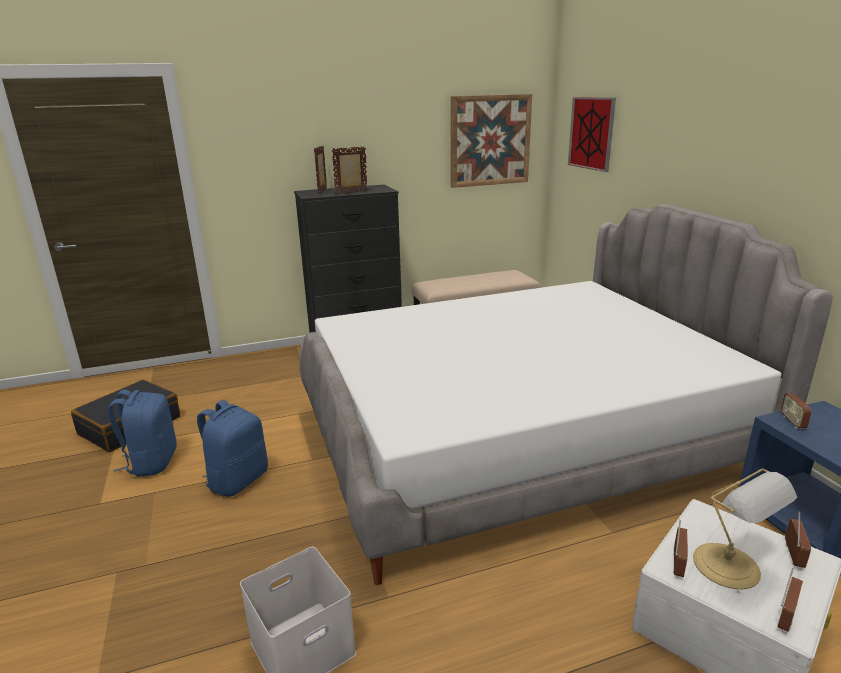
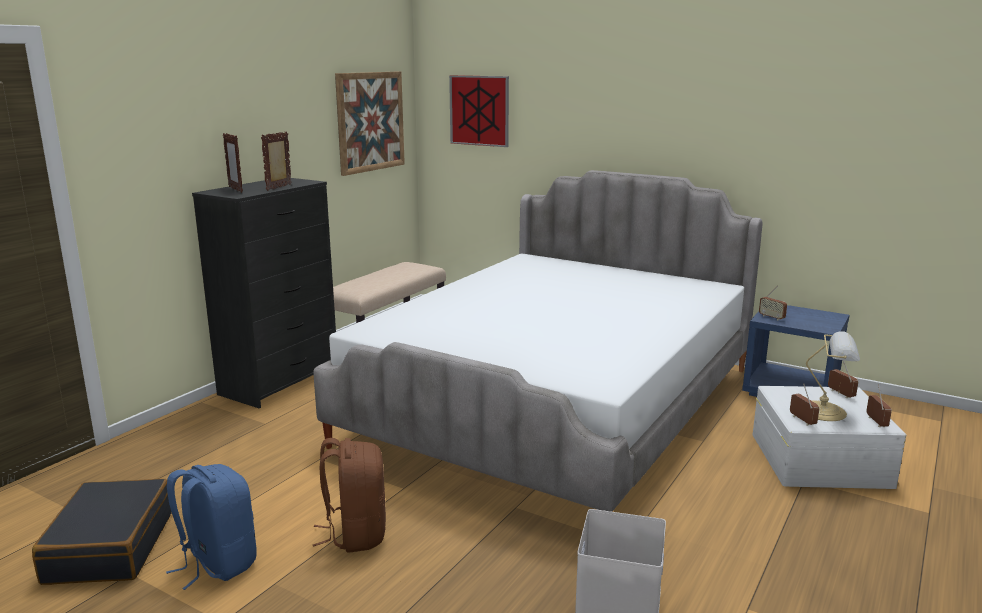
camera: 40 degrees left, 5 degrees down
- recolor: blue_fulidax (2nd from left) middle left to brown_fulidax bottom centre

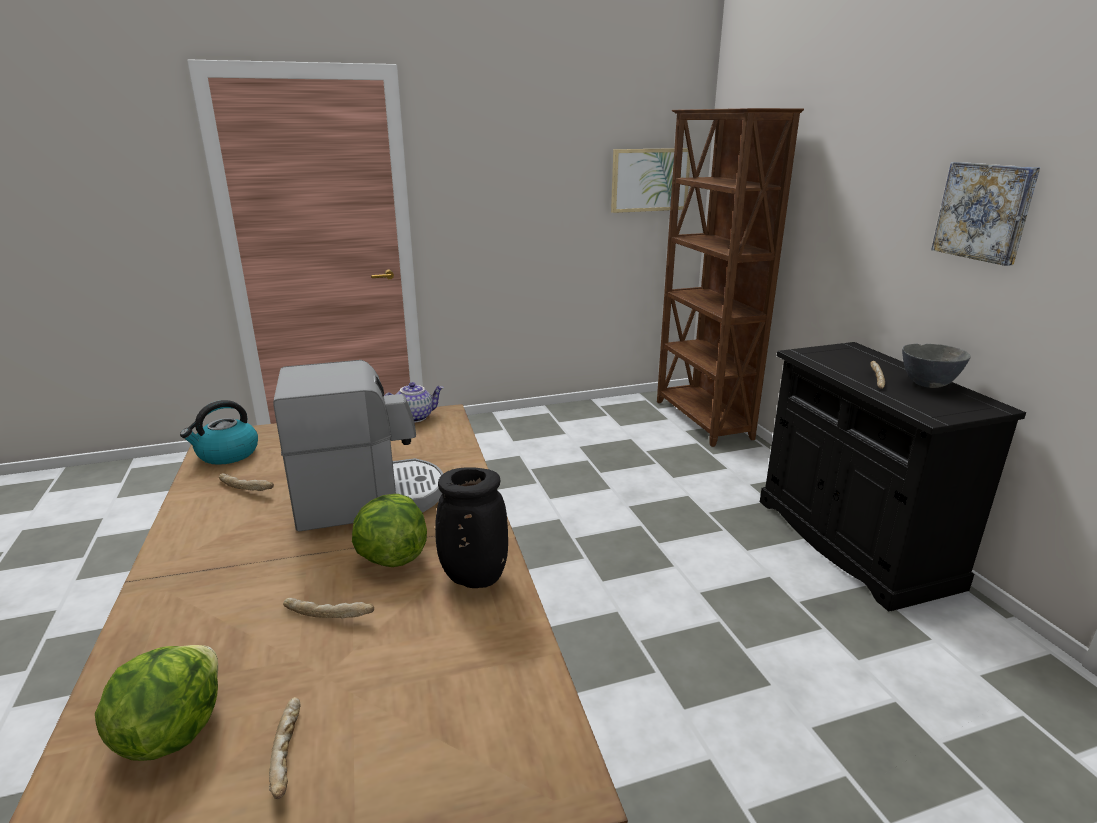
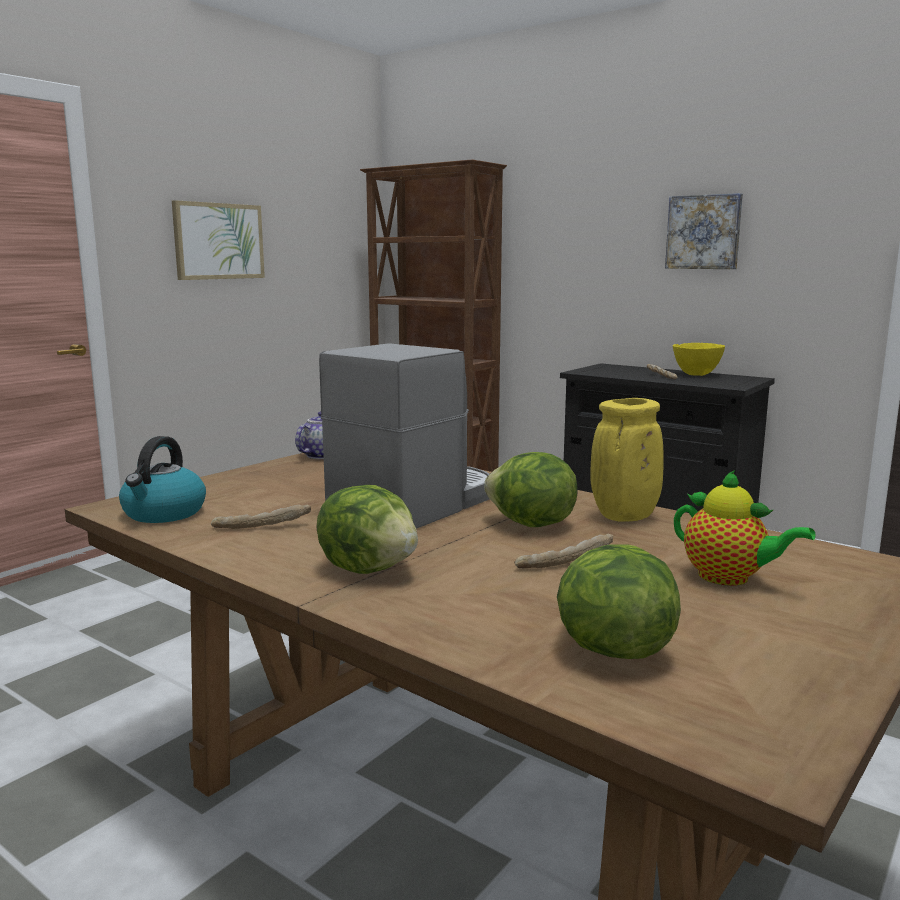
camera: 35 degrees left, 10 degrees down
- delete: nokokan (2nd from left) bottom left
- insert: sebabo (1st from left) centre
- insert: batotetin (2nd from left) middle right
- move: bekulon (1st from left) top centre to top left
- recolor: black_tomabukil centre to yellow_tomabukil middle right
- recolor: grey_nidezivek middle right to yellow_nidezivek middle right

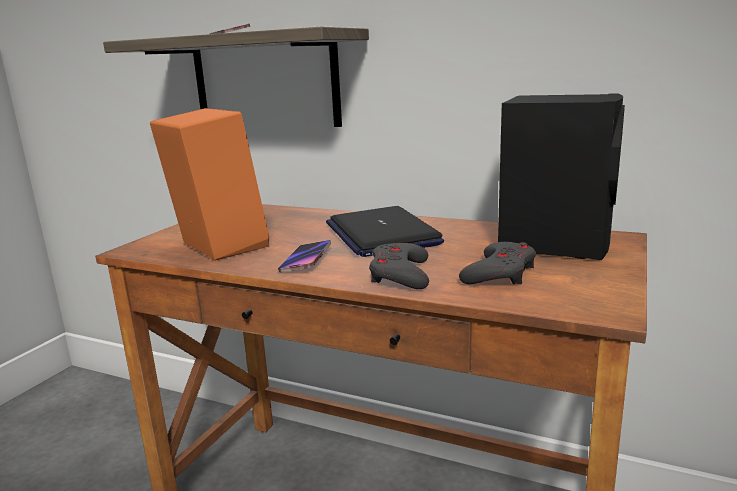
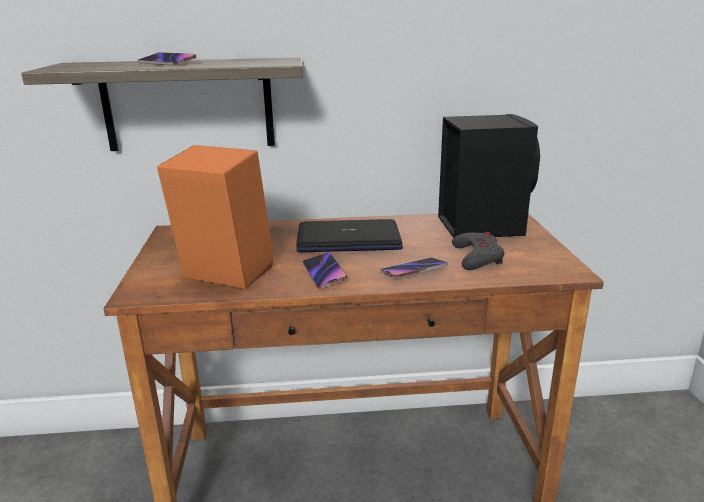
camera: 30 degrees left, 5 degrees up
- replace: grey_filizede (1st from left) centre to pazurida (3rd from left) centre
- rotate: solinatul centre = centre 135 degrees clockwise

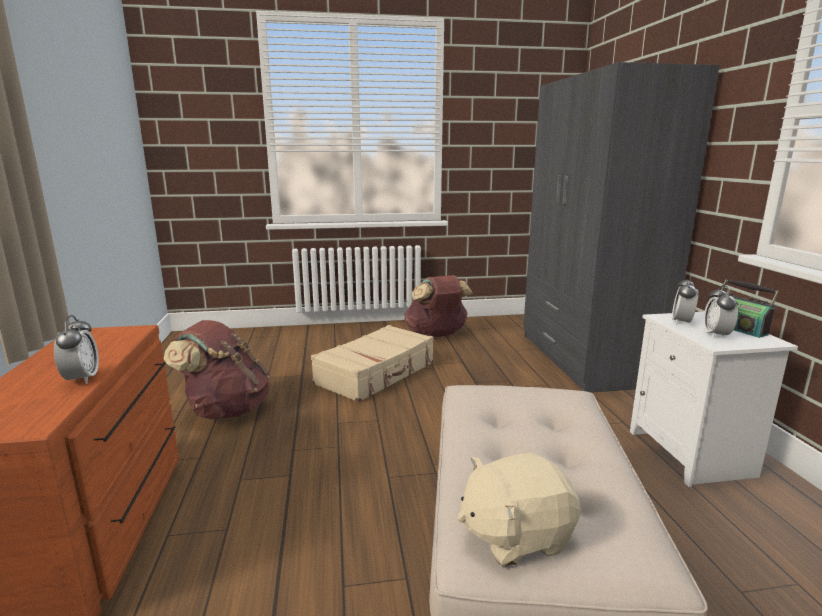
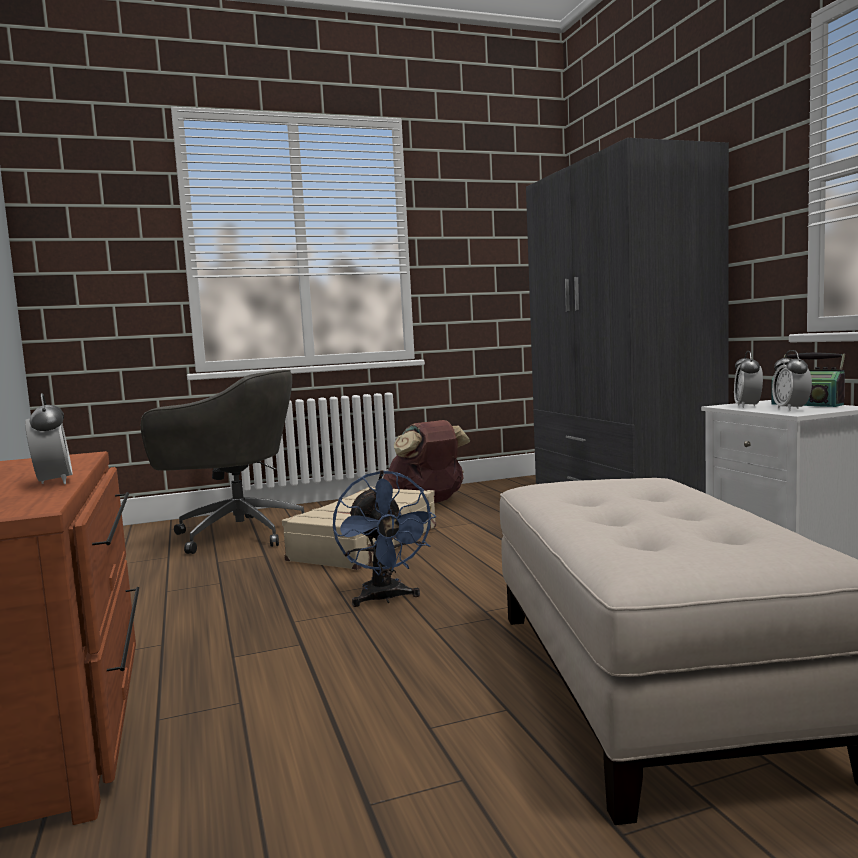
camera: 10 degrees left, 10 degrees down
- delete: brown_fulidax (1st from left) middle left
- delete: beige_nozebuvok bottom centre
- insert: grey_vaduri middle left
- insert: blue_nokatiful centre

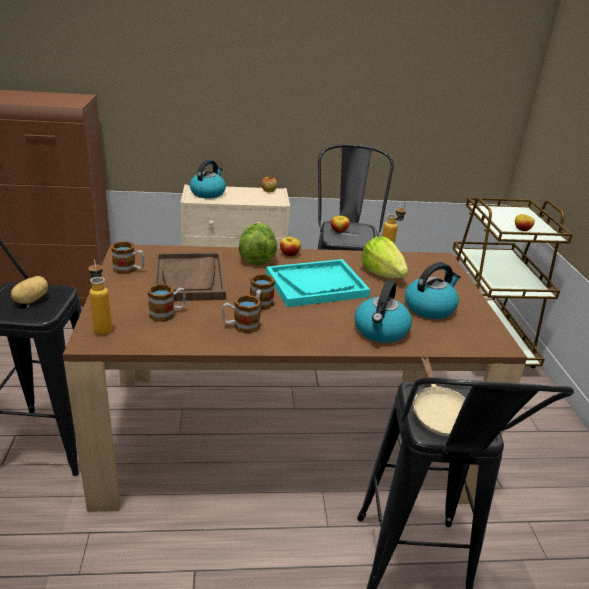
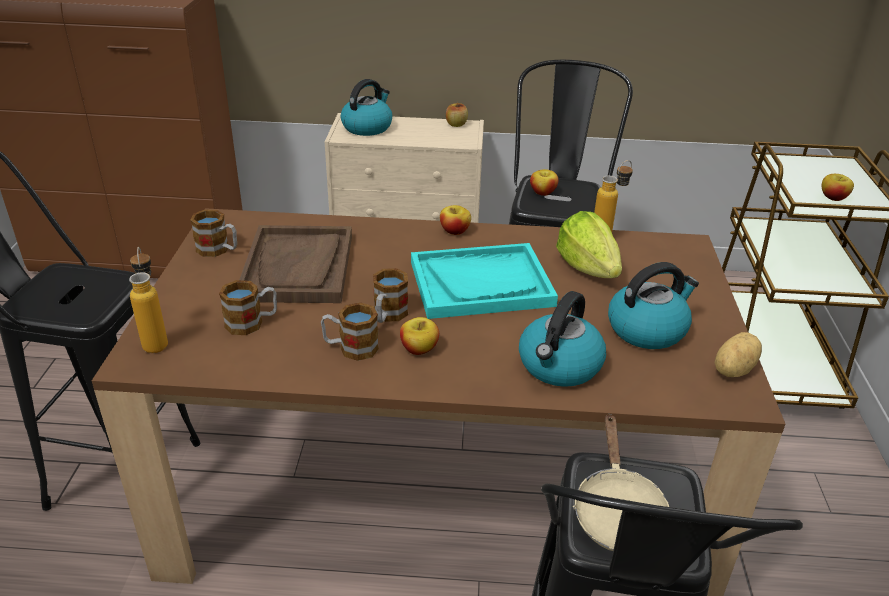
camera: 10 degrees right, 5 degrees up
- delete: sebabo (1st from left) centre
- insert: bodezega (1st from left) centre
- move: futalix middle left to middle right

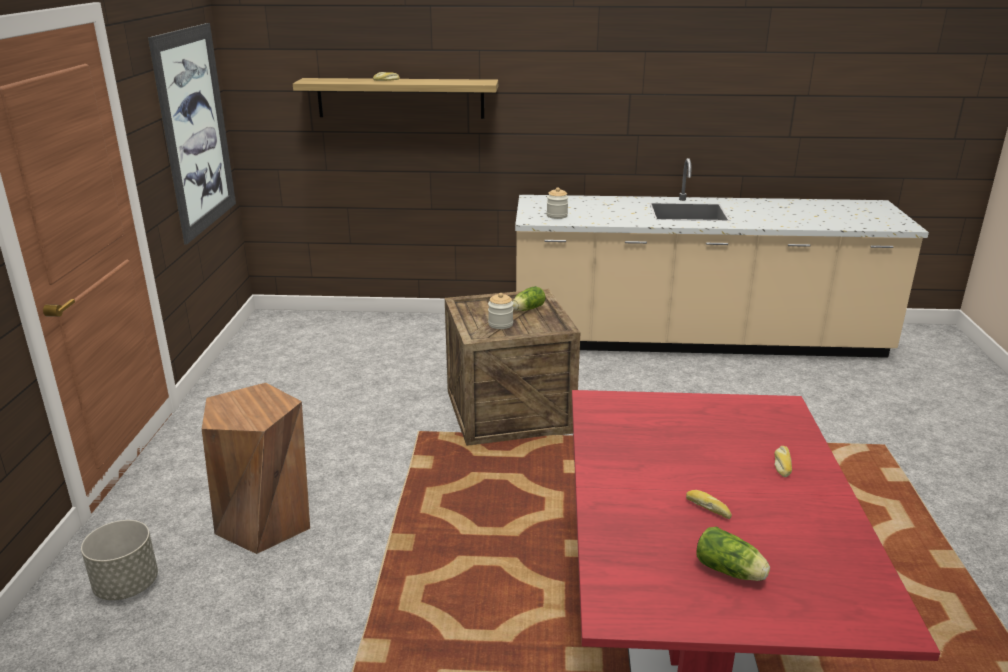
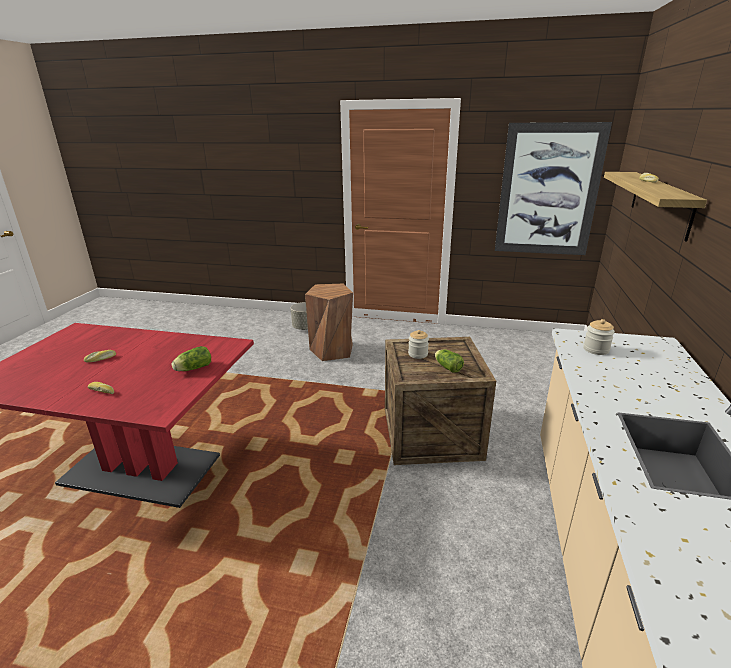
camera: 100 degrees right, 0 degrees up
- move: sebabo (2nd from left in the first image) bottom right to sebabo (1st from left) middle left

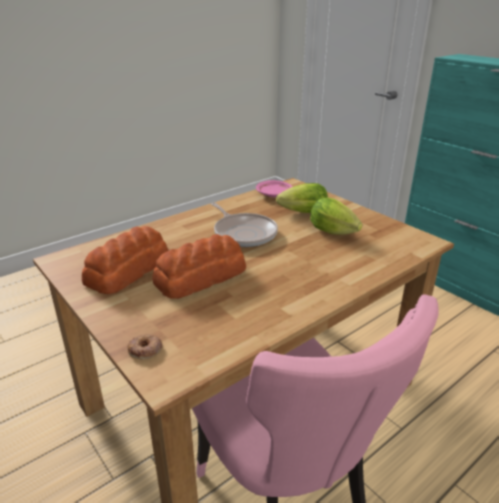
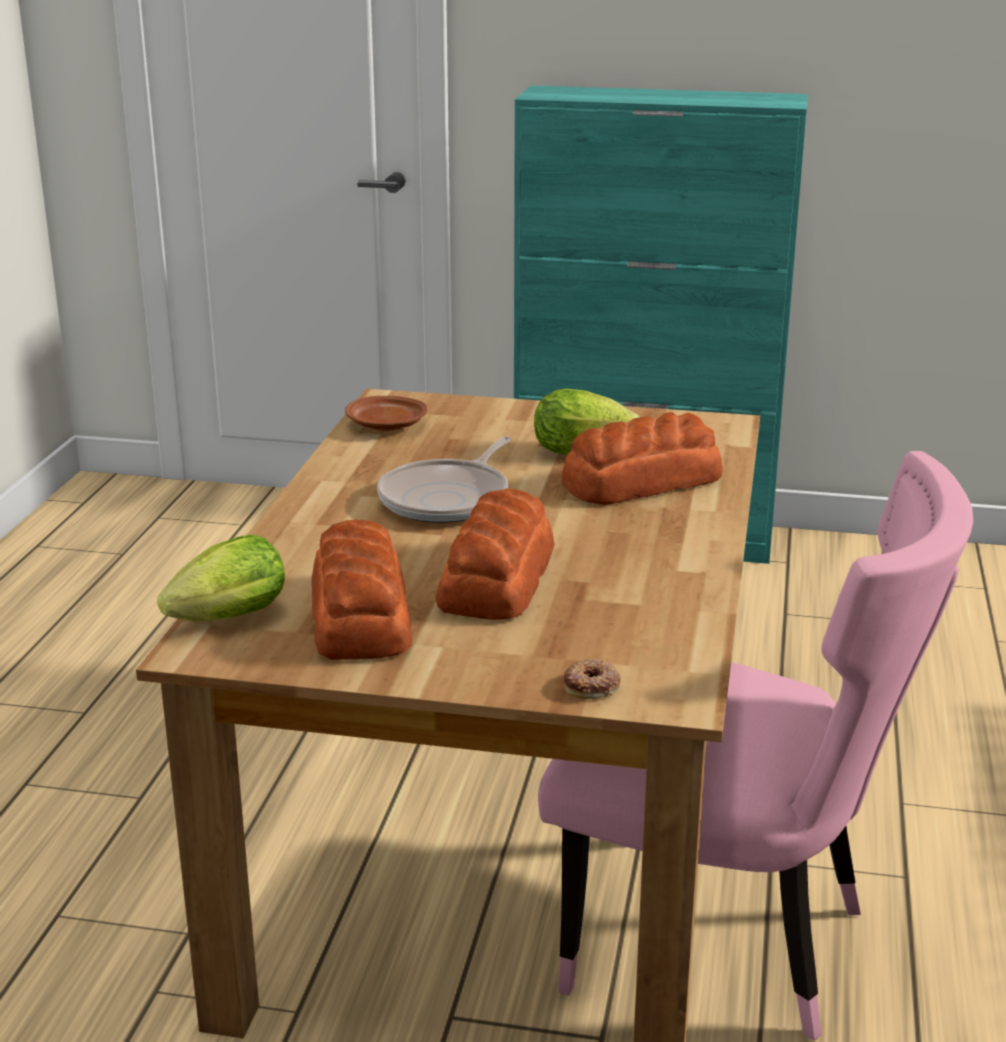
camera: 40 degrees left, 5 degrees down
- insert: nokokan (3rd from left) centre
- move: sebabo (1st from left) centre to middle left
- recolor: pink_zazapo centre to brown_zazapo centre
- rotate: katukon centre = centre 105 degrees clockwise

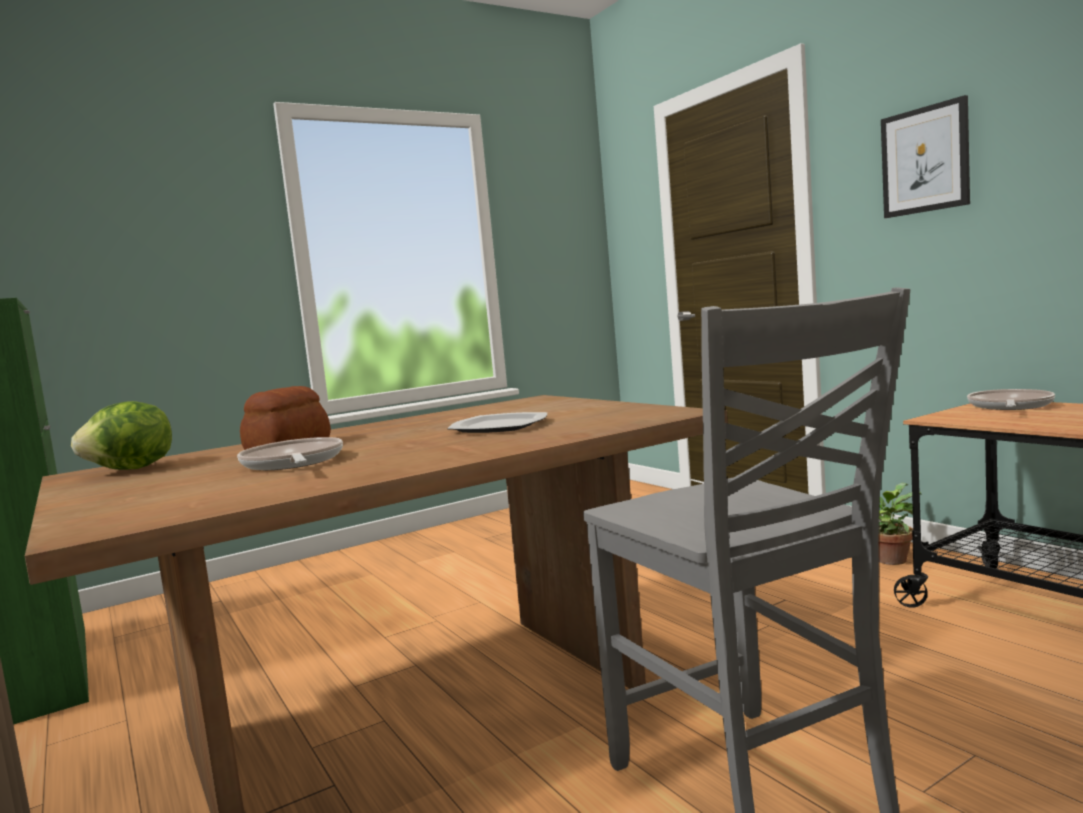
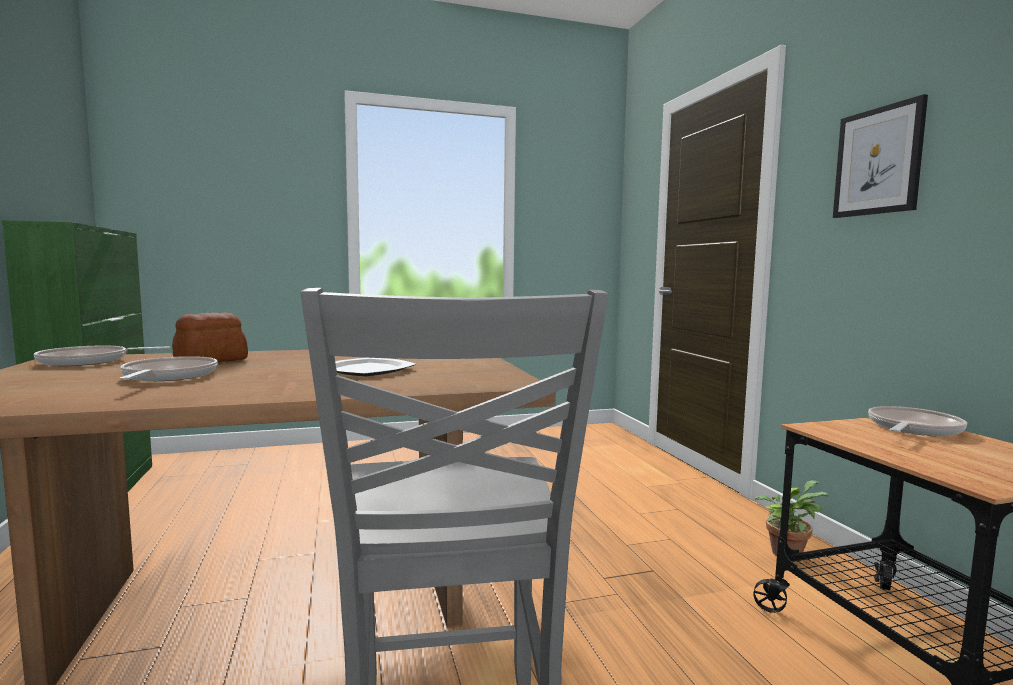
camera: 15 degrees right, 0 degrees up
- replace: sebabo middle left to katukon (1st from left) middle left

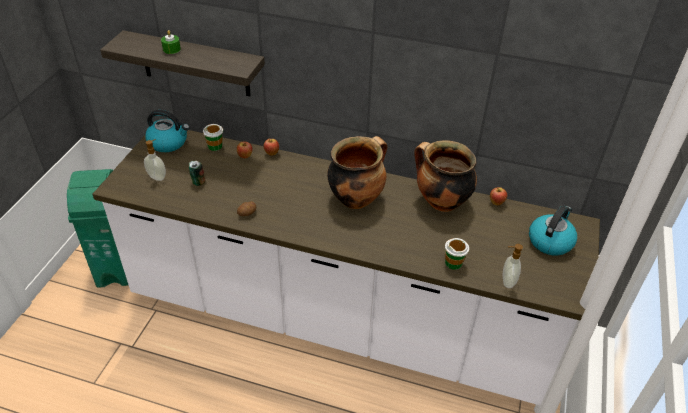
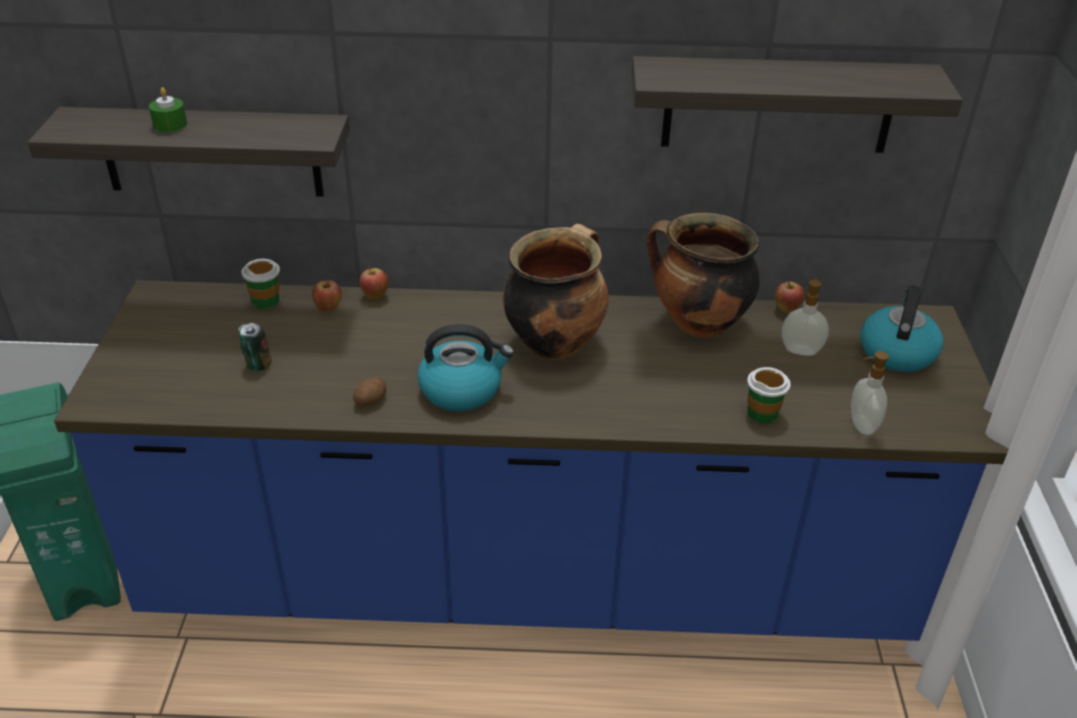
camera: 15 degrees left, 5 degrees down
- insert: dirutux (2nd from left) top right
- move: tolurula (1st from left) middle left to middle right
- move: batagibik (1st from left) top left to centre
- recolor: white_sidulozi centre to blue_sidulozi centre

